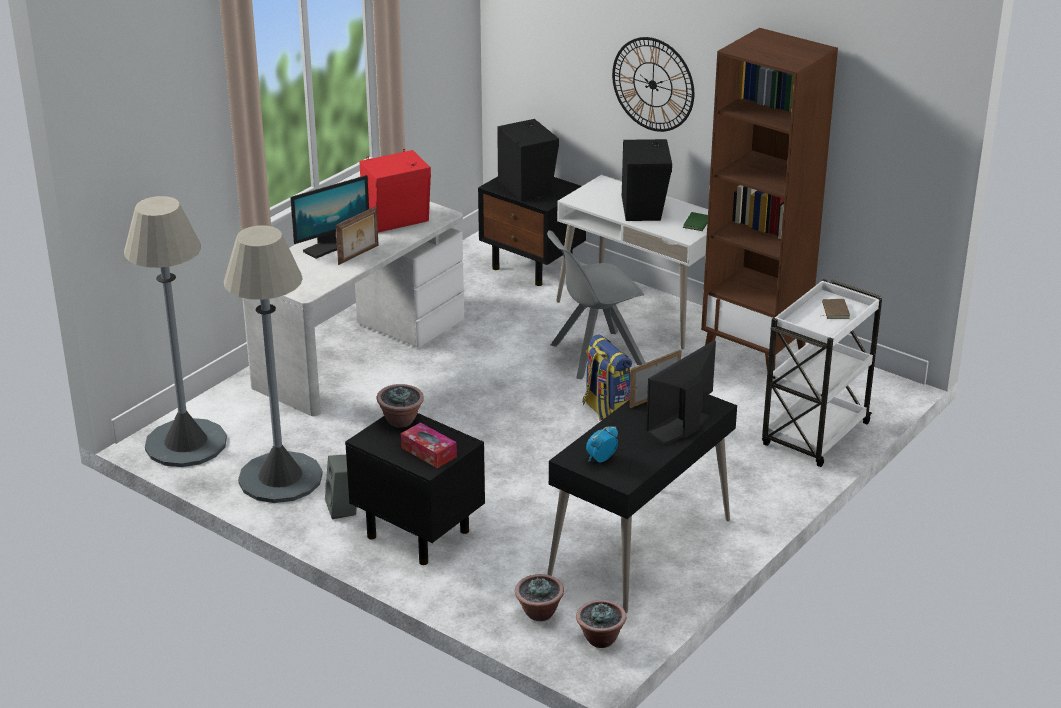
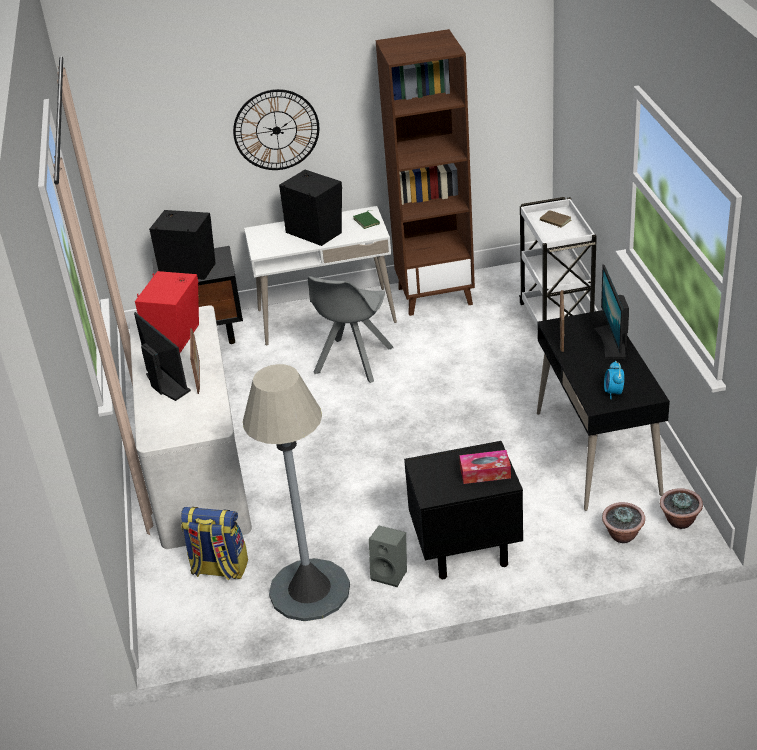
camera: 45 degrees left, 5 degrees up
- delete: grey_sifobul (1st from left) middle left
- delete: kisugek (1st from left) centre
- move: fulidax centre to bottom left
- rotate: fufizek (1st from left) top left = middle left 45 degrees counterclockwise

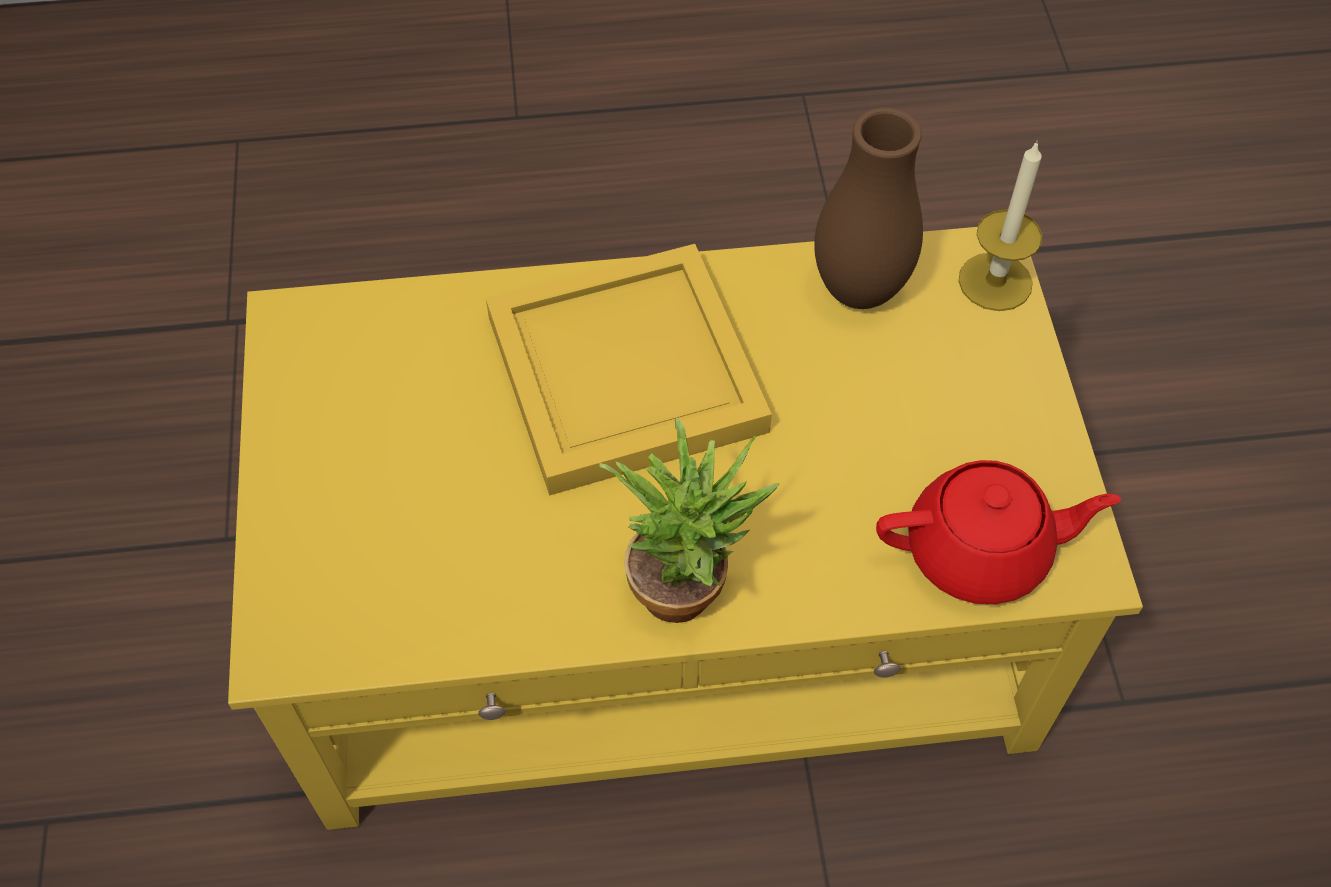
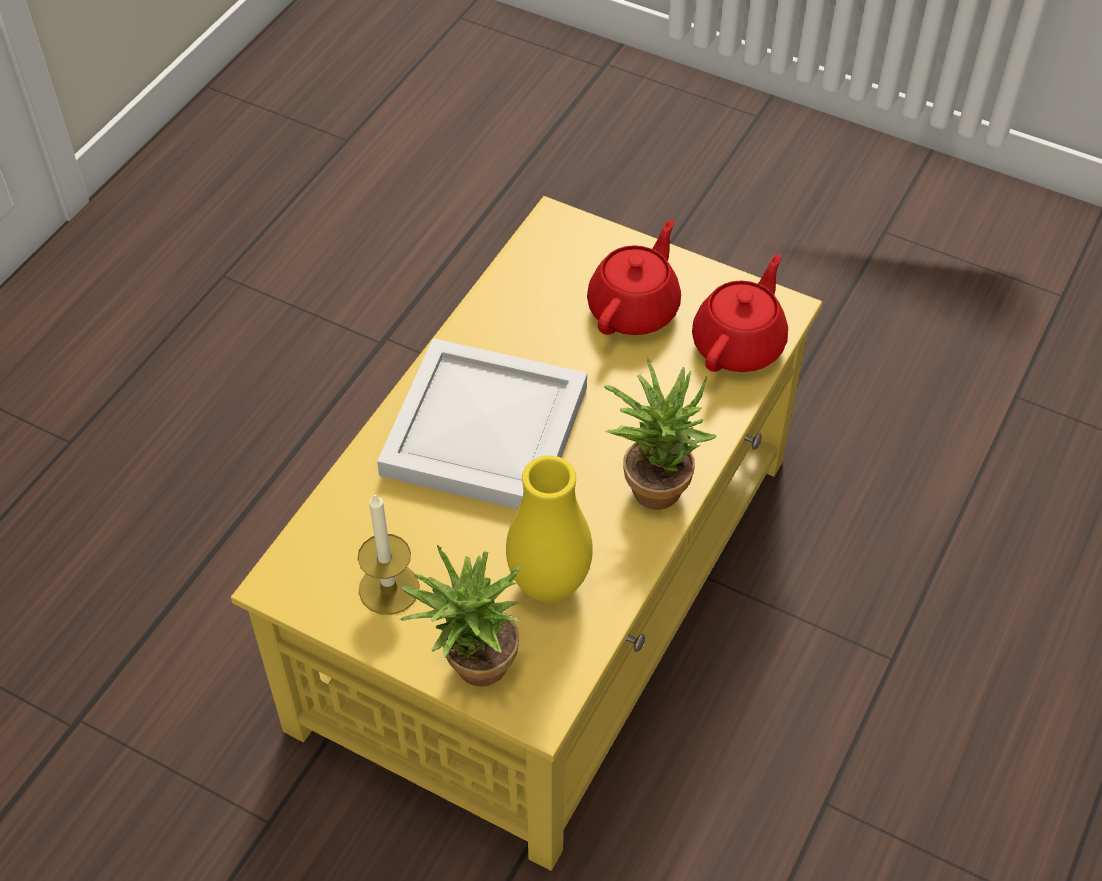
camera: 55 degrees left, 5 degrees down
- delete: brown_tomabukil top centre
- insert: kisugek (1st from left) bottom centre
- insert: yellow_tomabukil centre
- insert: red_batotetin (1st from left) top centre
- move: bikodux top right to centre
- recolor: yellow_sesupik centre to white_sesupik centre

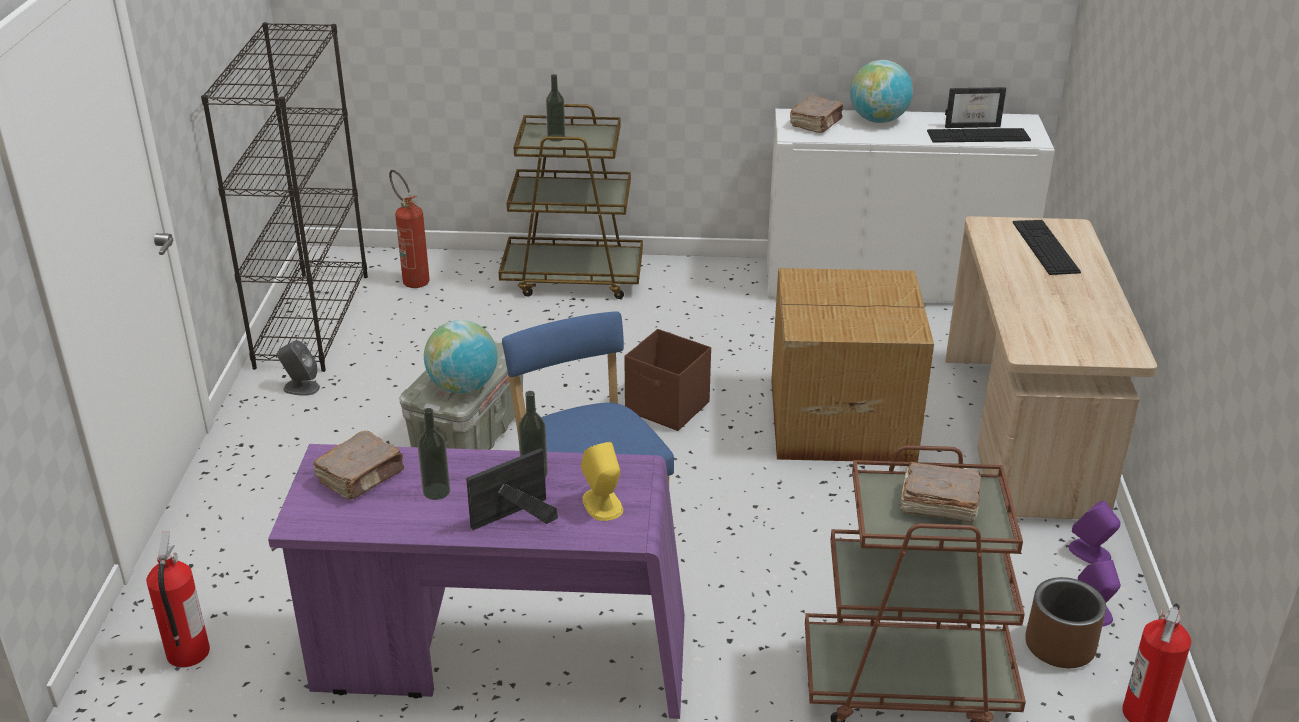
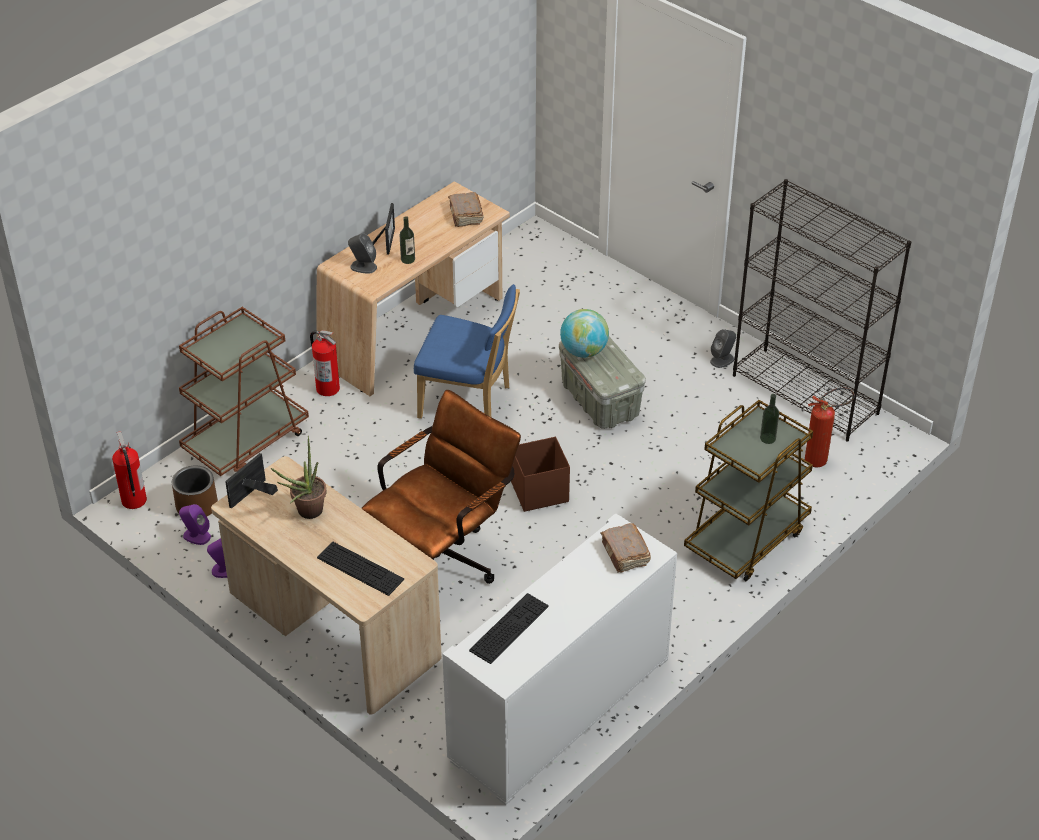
camera: 130 degrees right, 10 degrees up
- delete: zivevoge (1st from left) centre
- delete: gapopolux (2nd from left) top right
- delete: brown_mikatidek (3rd from left) bottom right
- insert: kisugek middle left
- move: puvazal (1st from left in the first image) bottom left to puvazal (2nd from left) middle left
- move: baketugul (2nd from left in the first image) top right to baketugul (1st from left) middle left
- replace: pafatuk centre to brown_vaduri centre
- recolor: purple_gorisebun bottom centre to beige_gorisebun (2nd from left) centre
- recolor: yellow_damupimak centre to grey_damupimak (1st from left) top centre

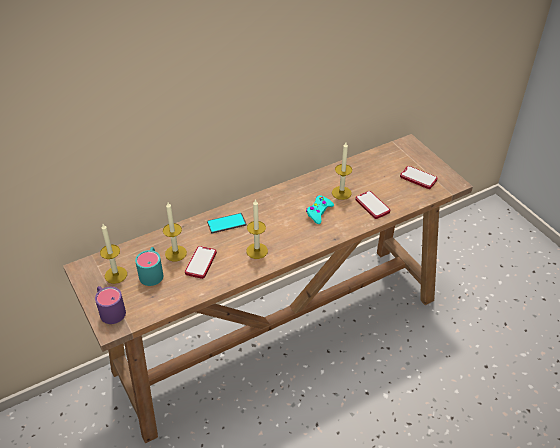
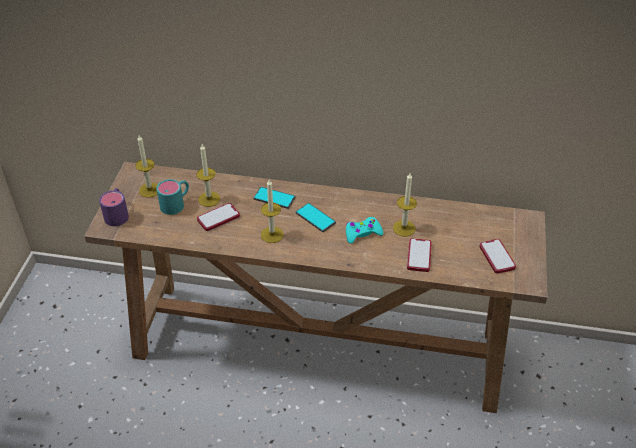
camera: 40 degrees right, 0 degrees up
- insert: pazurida (3rd from left) centre

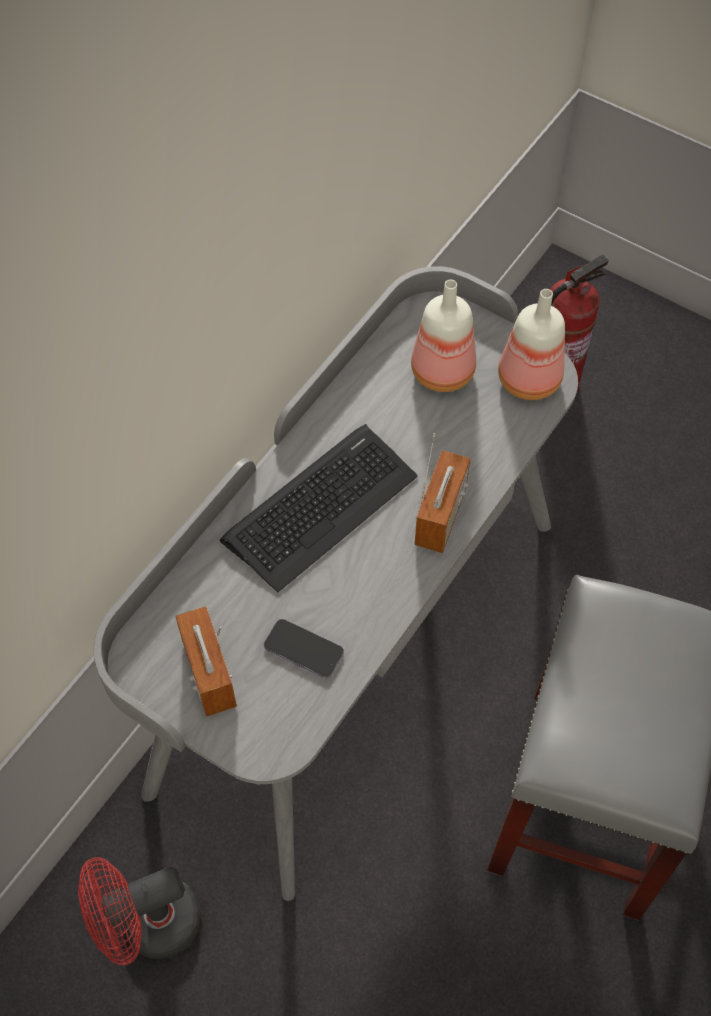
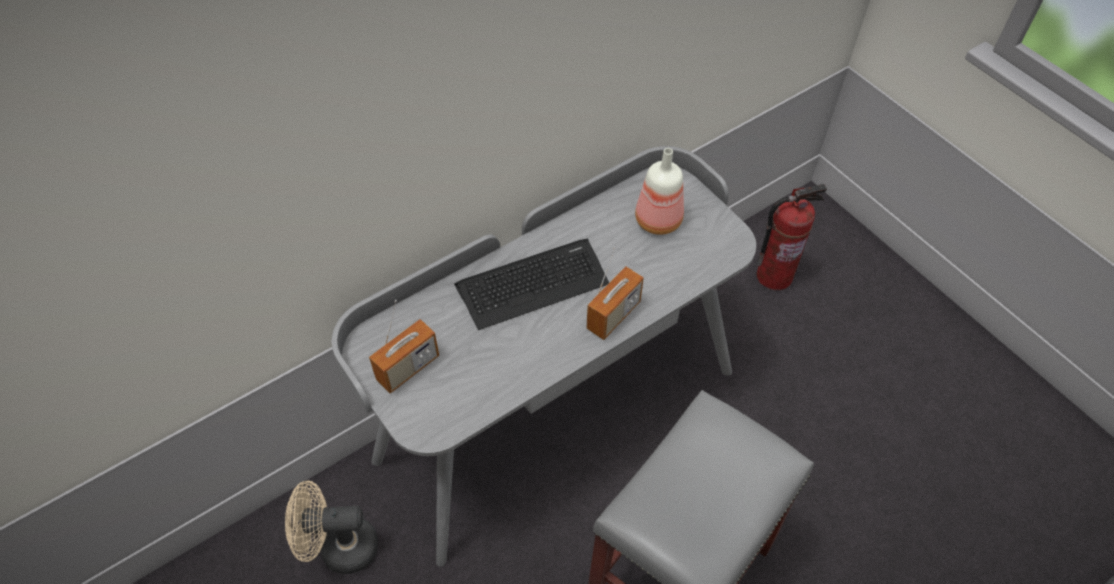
camera: 20 degrees right, 5 degrees down
- delete: pazurida centre
- delete: zivevoge (2nd from left) middle right
- recolor: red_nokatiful bottom left to beige_nokatiful bottom left
- rotate: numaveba (1st from left) middle left = centre 135 degrees counterclockwise

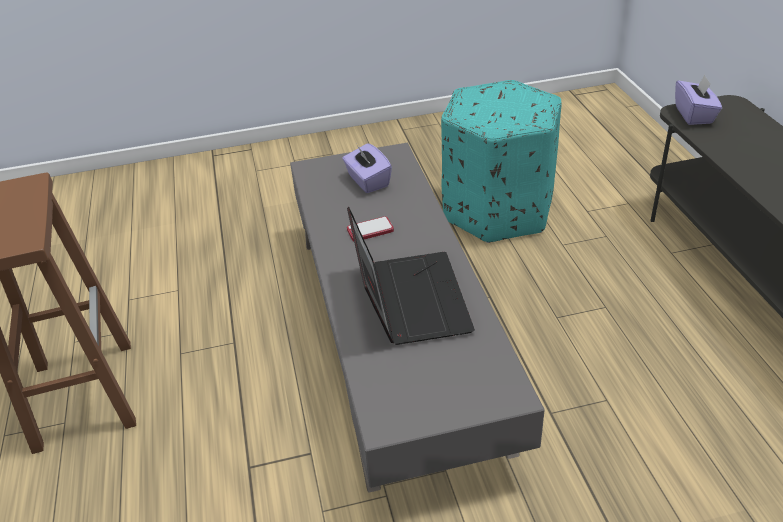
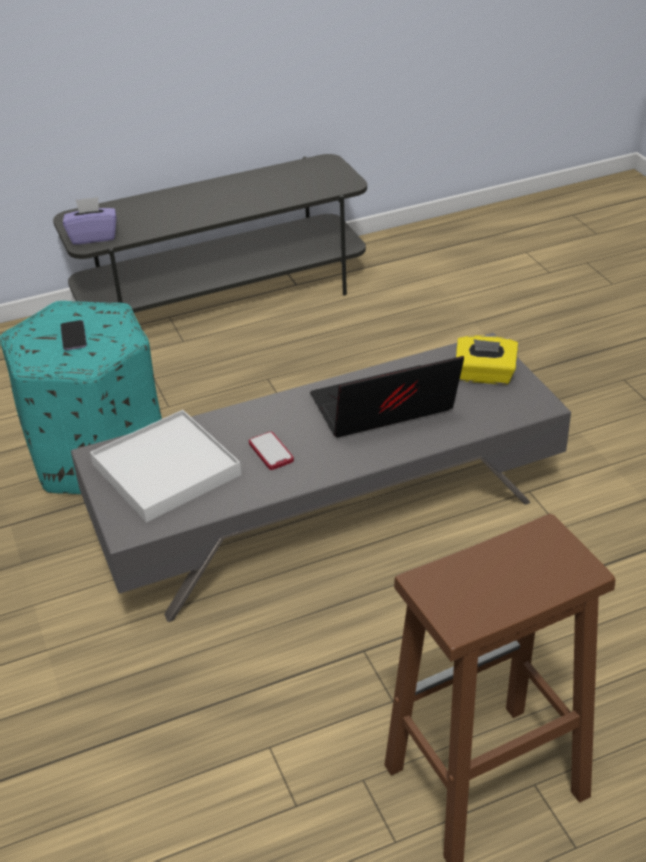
camera: 100 degrees left, 0 degrees up
- insert: pazurida (1st from left) middle left
- insert: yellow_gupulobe middle right
- replace: purple_gupulobe (1st from left) top centre to white_sesupik middle left

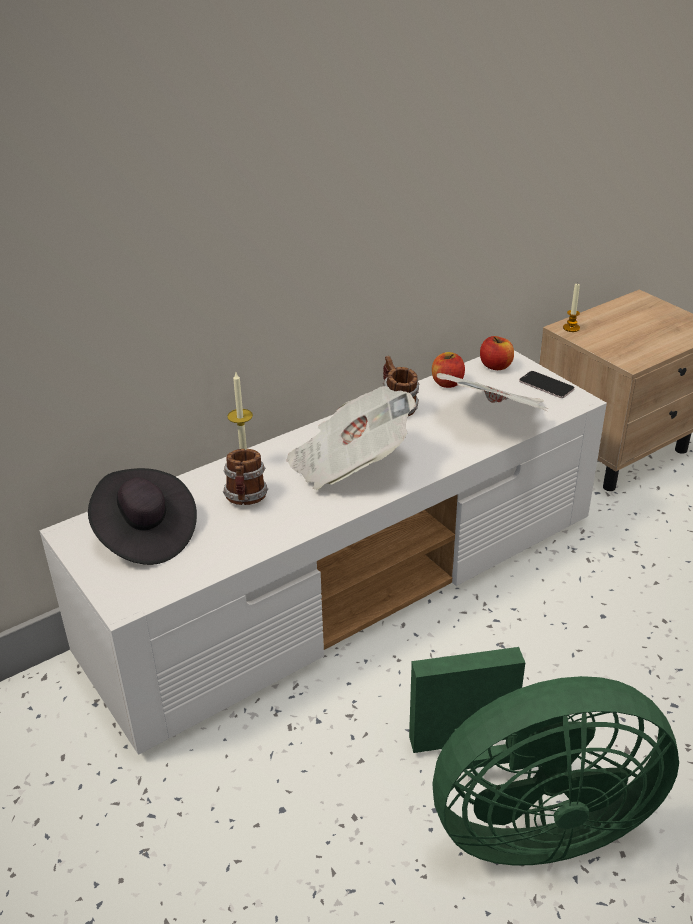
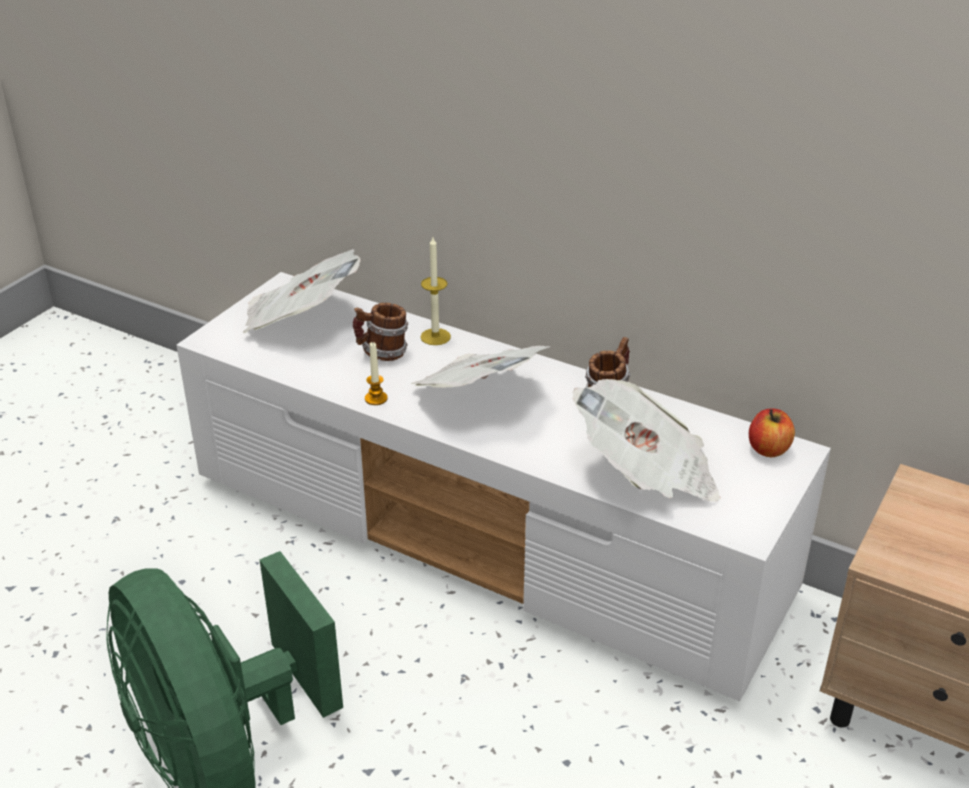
camera: 65 degrees right, 0 degrees up
- delete: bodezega (1st from left) centre
- delete: pazurida middle right
- move: bikodux (2nd from left in the first image) top right to bikodux (1st from left) centre
- replace: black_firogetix middle left to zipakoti (1st from left) middle left

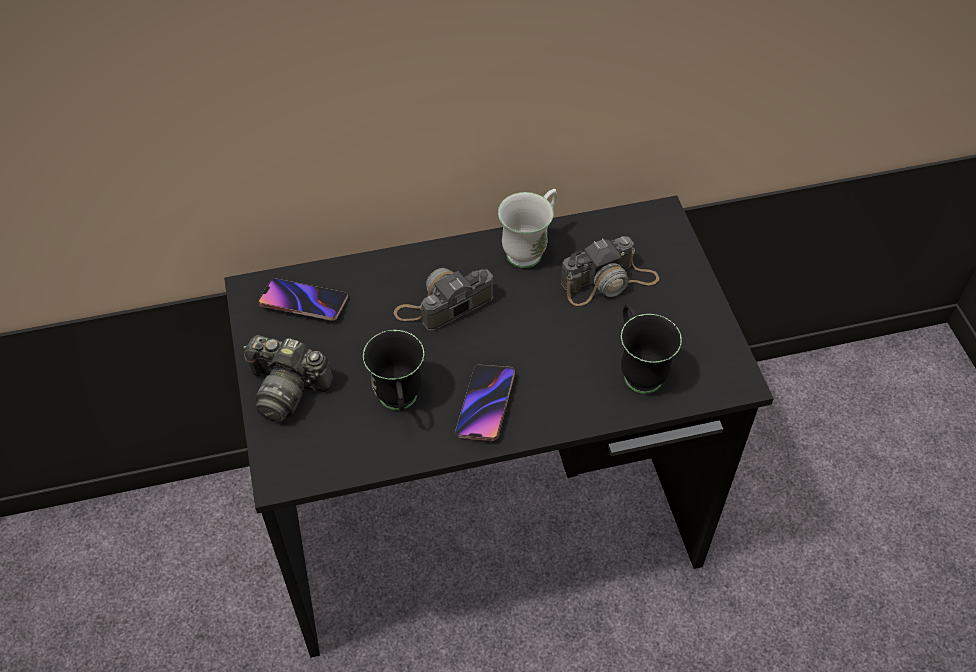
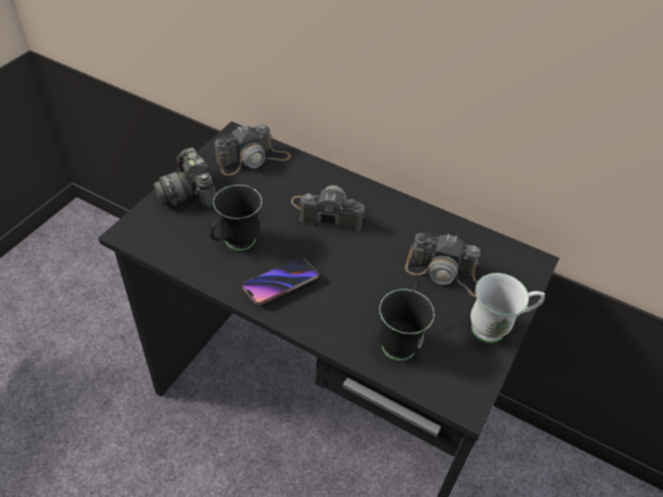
camera: 40 degrees right, 5 degrees down
- move: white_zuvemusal centre to middle right
- replace: pazurida (1st from left) middle left to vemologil (2nd from left) top centre

